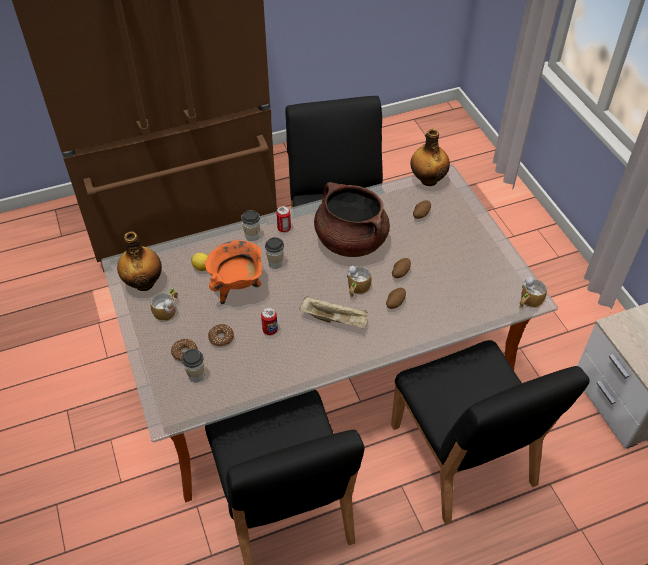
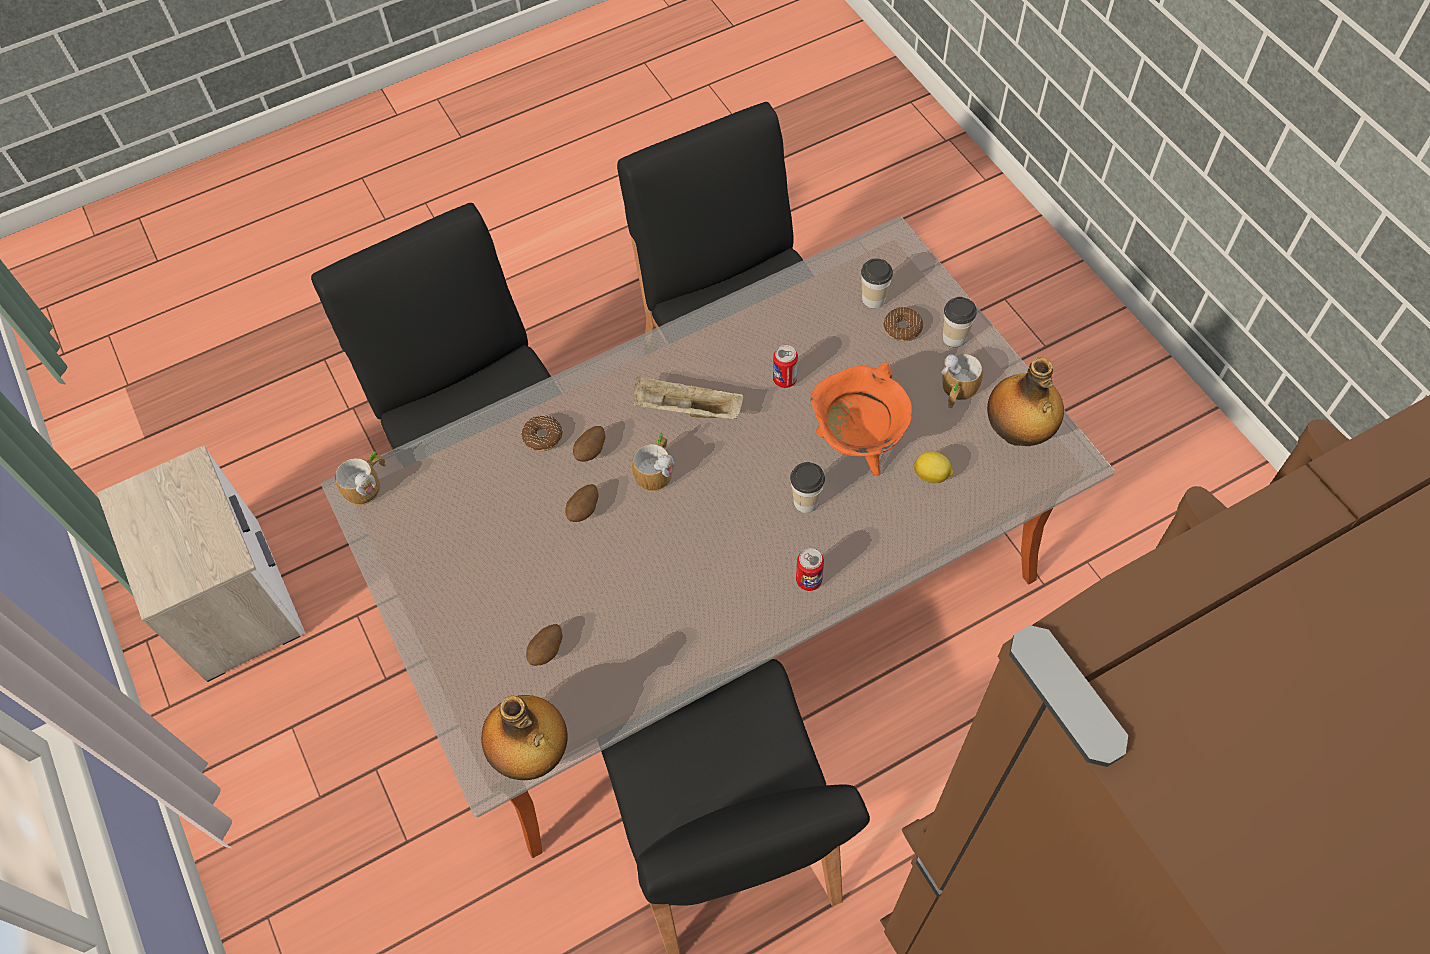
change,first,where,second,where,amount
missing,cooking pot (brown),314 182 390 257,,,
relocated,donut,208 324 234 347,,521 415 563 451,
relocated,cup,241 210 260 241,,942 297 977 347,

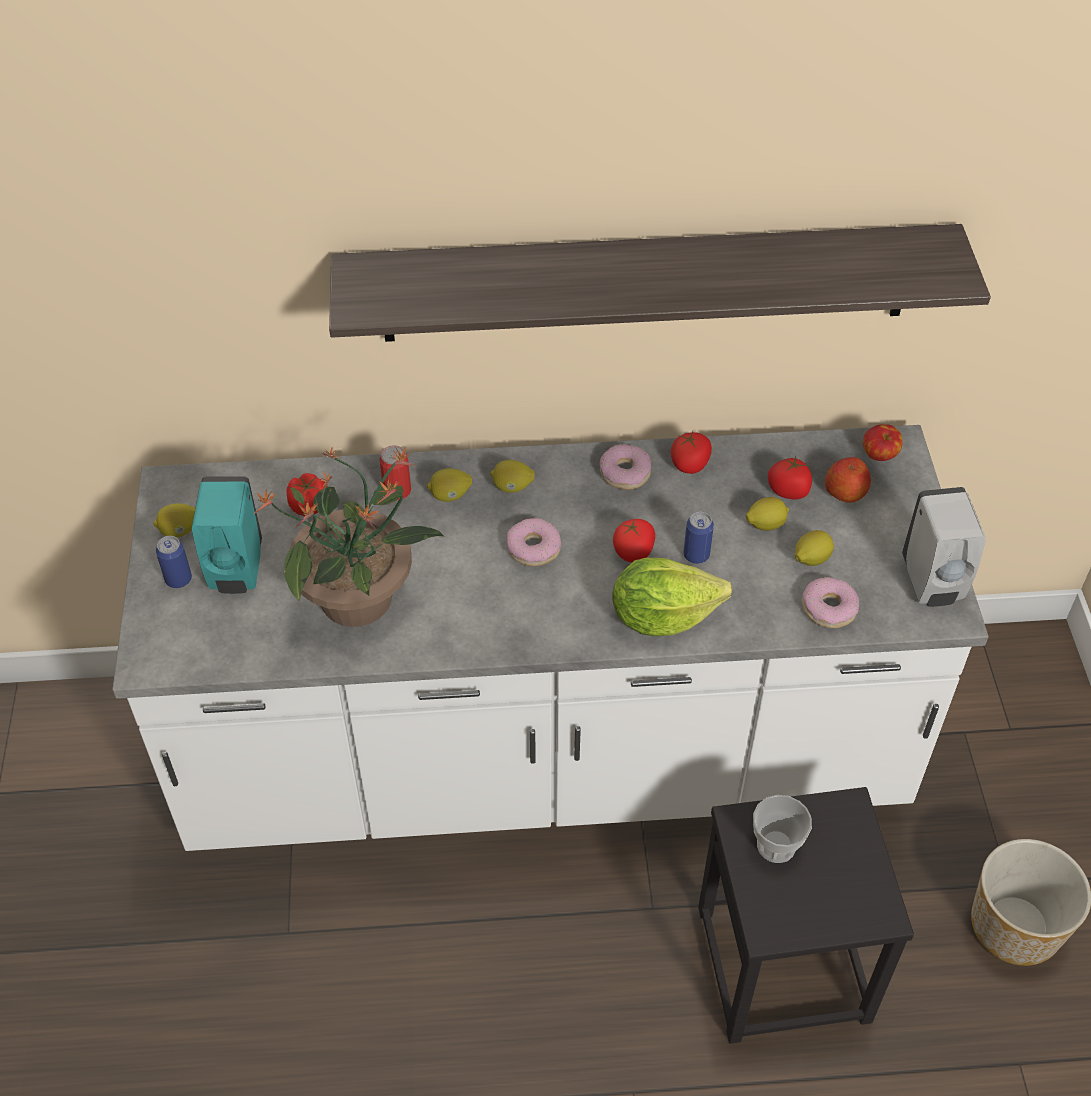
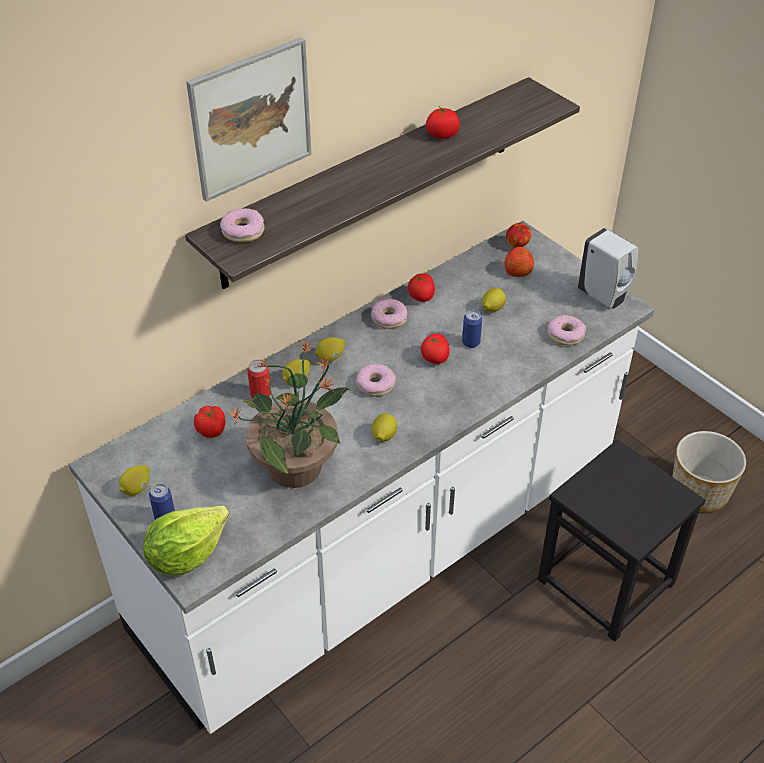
change,first,where,second,where,amount
missing,soap dispenser (turquoise),192 476 262 594,,,
missing,cup,753 795 812 863,,,
appeared,,,picture,186 37 312 202,
appeared,,,donut,220 208 265 243,
relocated,lettuce,612 558 733 636,,143 506 229 575,
relocated,tomato,768 456 812 499,,426 107 460 139,
relocated,lemon,795 530 834 566,,371 413 397 441,

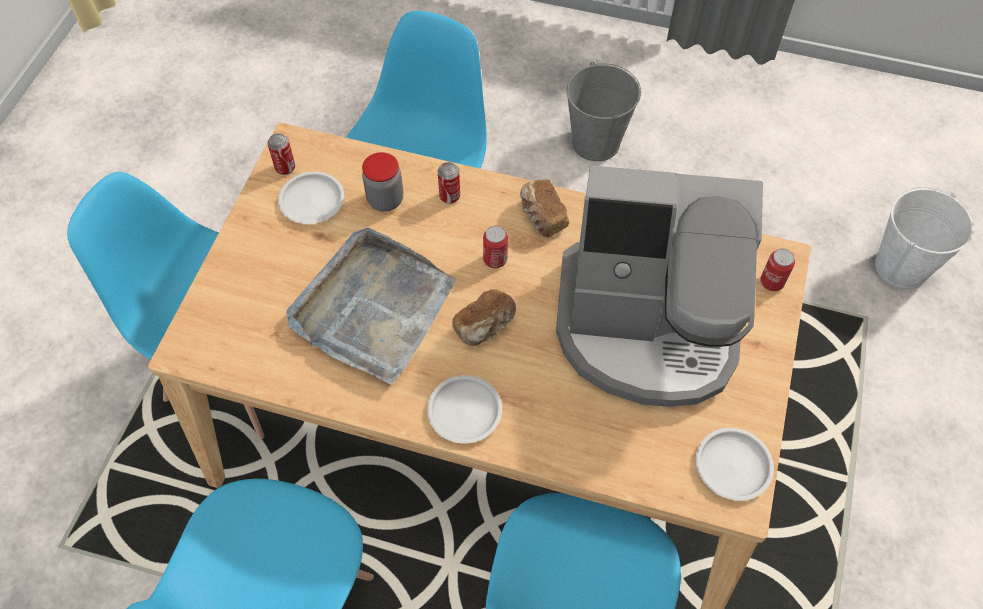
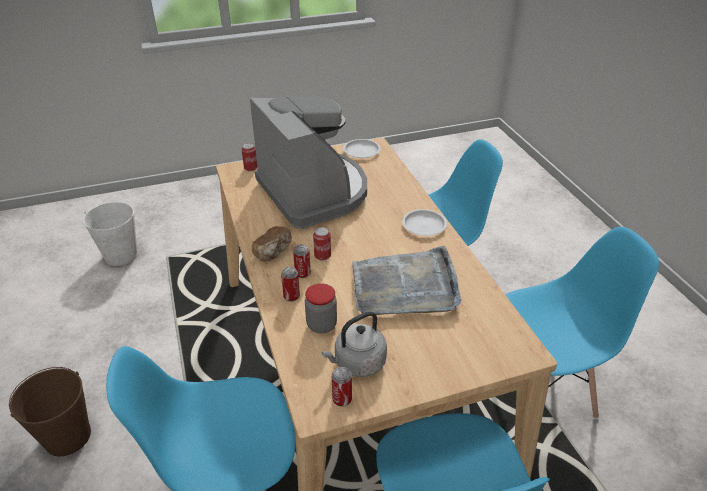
change,first,where,second,where,amount
missing,bread,452 289 516 346,,,
appeared,,,can,293 244 311 278,
exchanged,plate (white),278 171 344 224,kettle (grey),321 311 387 377,
colour,bucket (grey),567 62 641 161,bucket (brown),9 367 91 456,

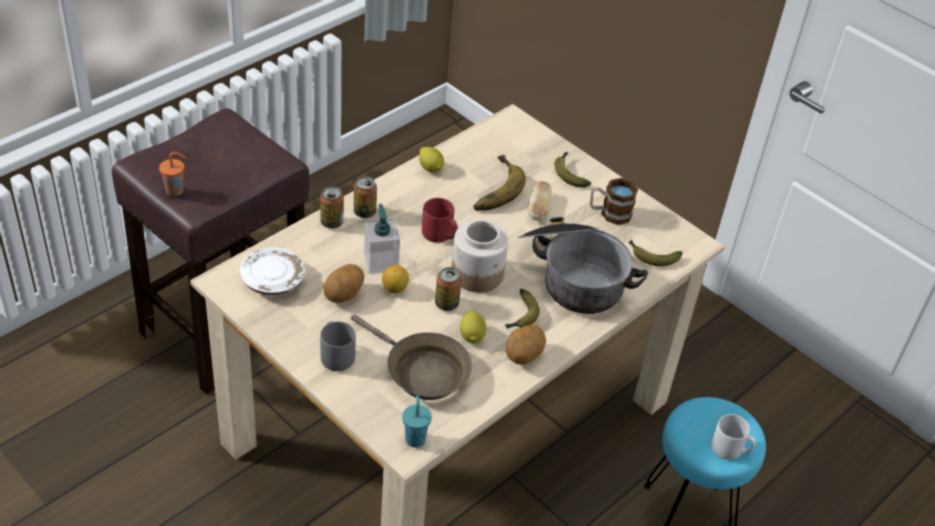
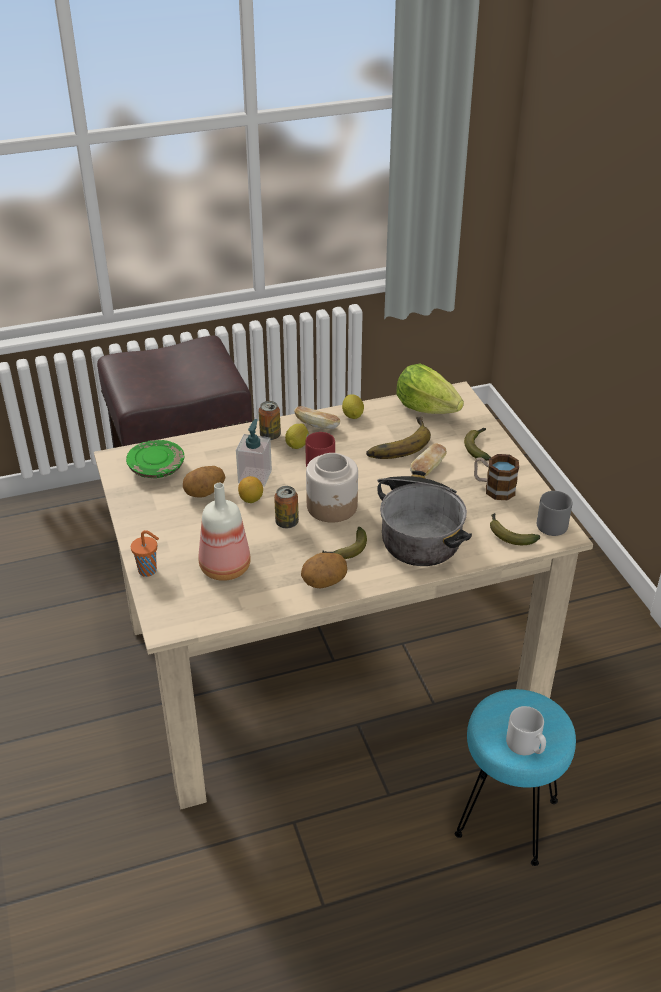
change,first,where,second,where,amount
missing,can,320 186 344 228,,,
missing,cup (turquoise),402 395 432 448,,,
appeared,,,bread,294 406 340 429,
appeared,,,lettuce,397 364 464 414,
relocated,cup (orange),159 152 186 197,,131 530 159 577,
relocated,mug (grey),320 321 356 371,,537 491 572 536,
relocated,lemon,460 310 487 343,,285 424 309 449,
exchanged,frying pan (brown),351 314 472 400,bottle,199 483 251 581,
colour,plate (white),240 247 305 295,plate (green),126 440 185 478,

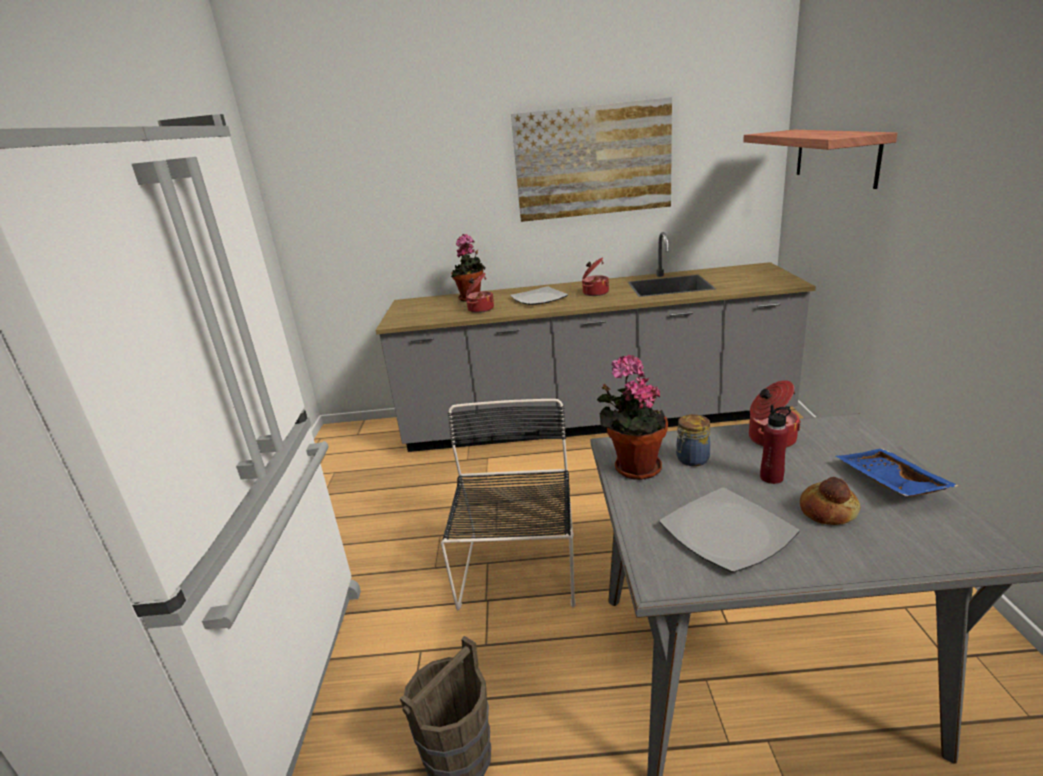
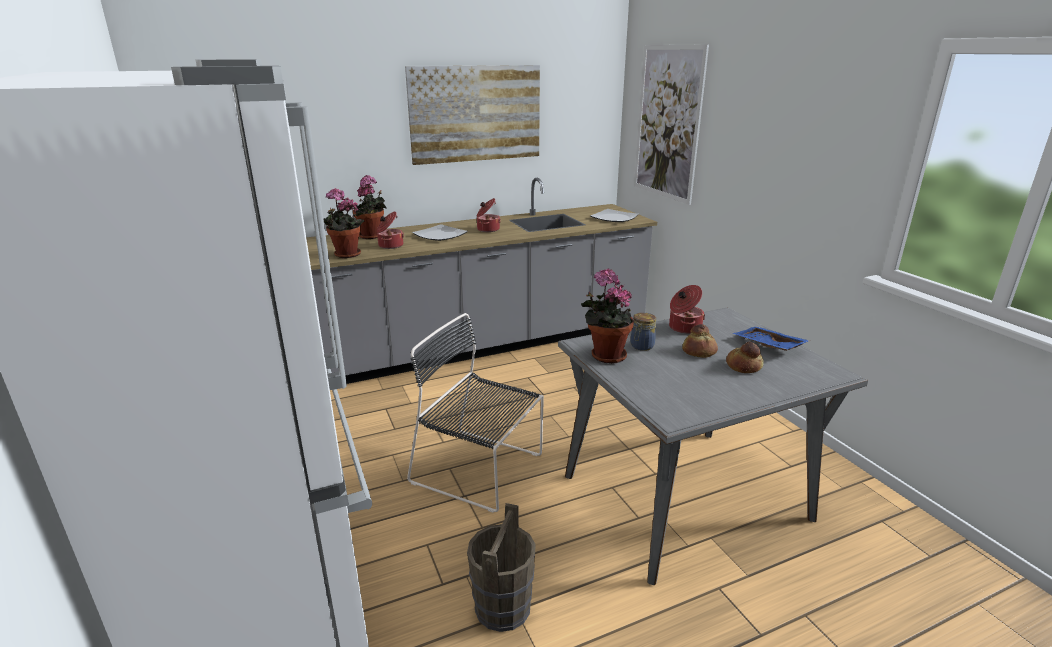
change,first,where,second,where,amount
appeared,,,potted plant,323 188 365 258,
relocated,plate,660 488 799 572,,590 209 639 222,
exchanged,shelf,743 130 897 189,picture,634 44 709 205,
exchanged,bottle (red),760 405 791 484,bread,682 324 718 358,
spun,chair (black),441 399 576 610,,407 313 544 513,45 degrees counterclockwise

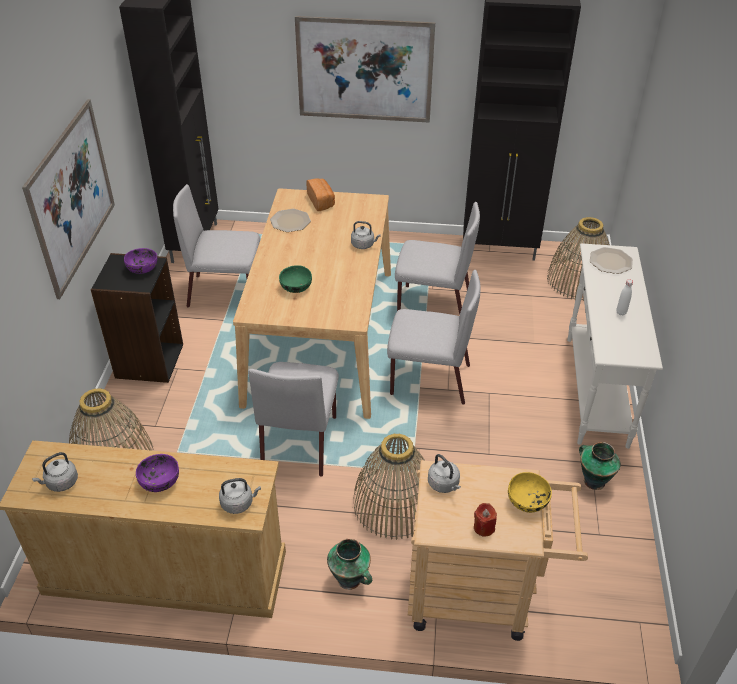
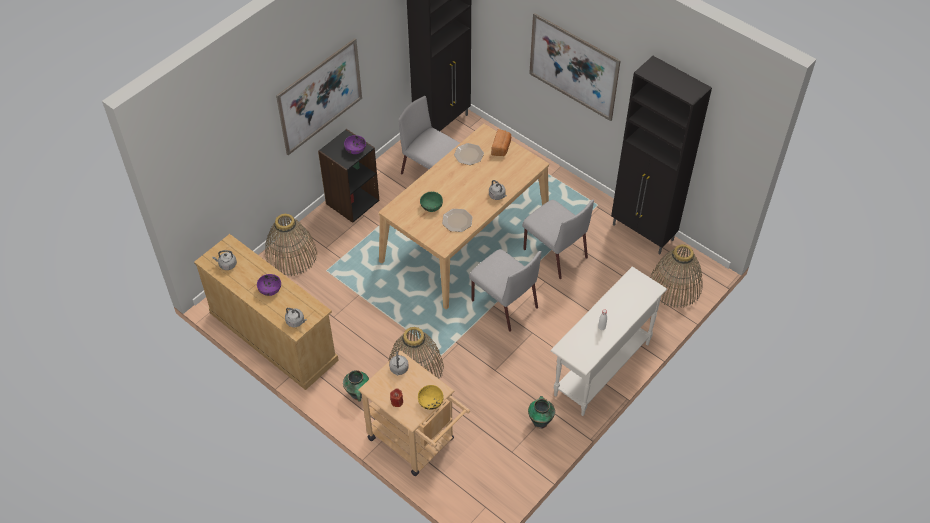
change,first,where,second,where,amount
missing,chair (grey),248 362 339 477,,,
relocated,plate,590 247 633 274,,442 209 473 232,

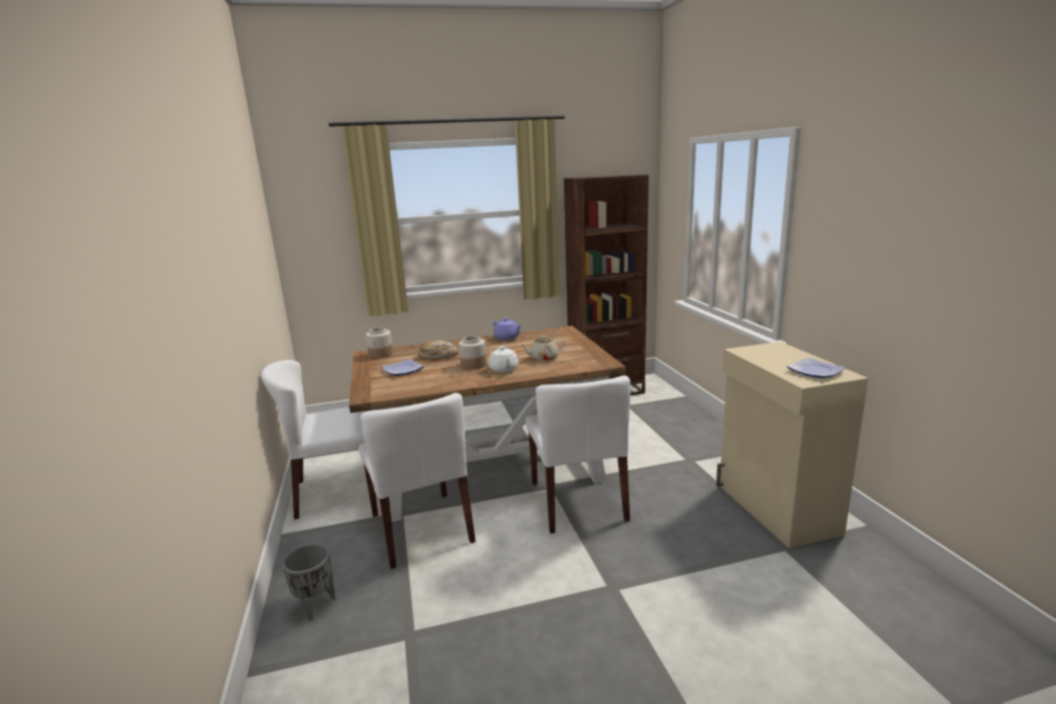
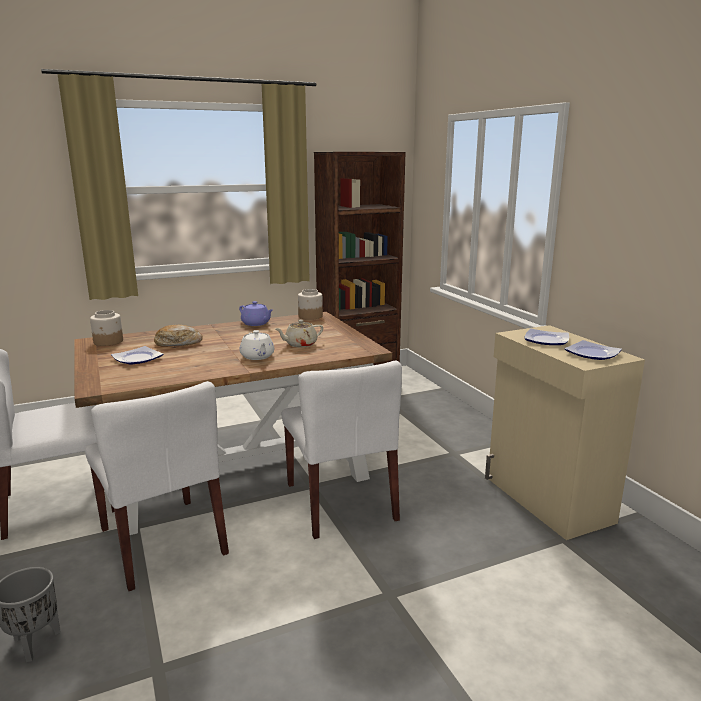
change,first,where,second,where,amount
appeared,,,plate,525 329 569 345,
relocated,jar,459 336 487 370,,298 289 323 320,

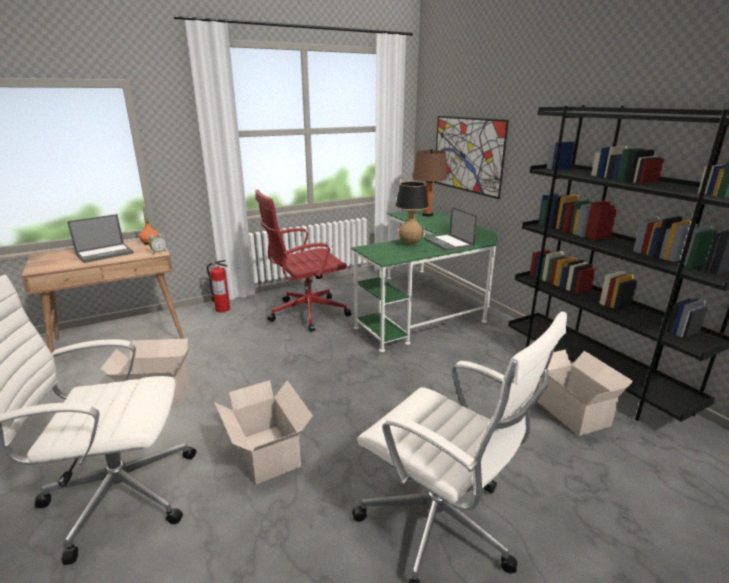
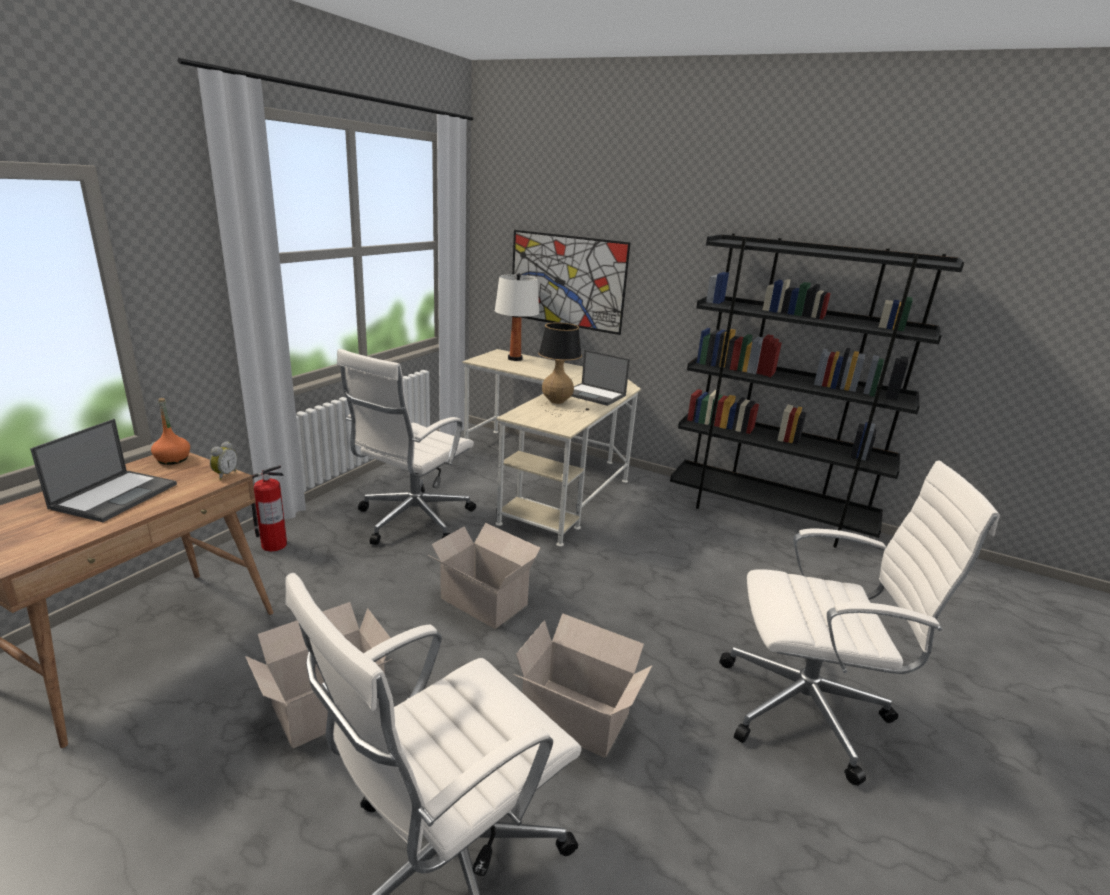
change,first,where,second,where,amount
relocated,cardboard box,537 349 633 436,,429 523 540 629,
colour,office chair (red),255 190 352 332,office chair (white),337 349 476 545,
colour,desk (green),351 209 498 352,desk (beige),462 349 641 547,
colour,table lamp (brown),412 148 447 216,table lamp (white),495 273 540 361,

